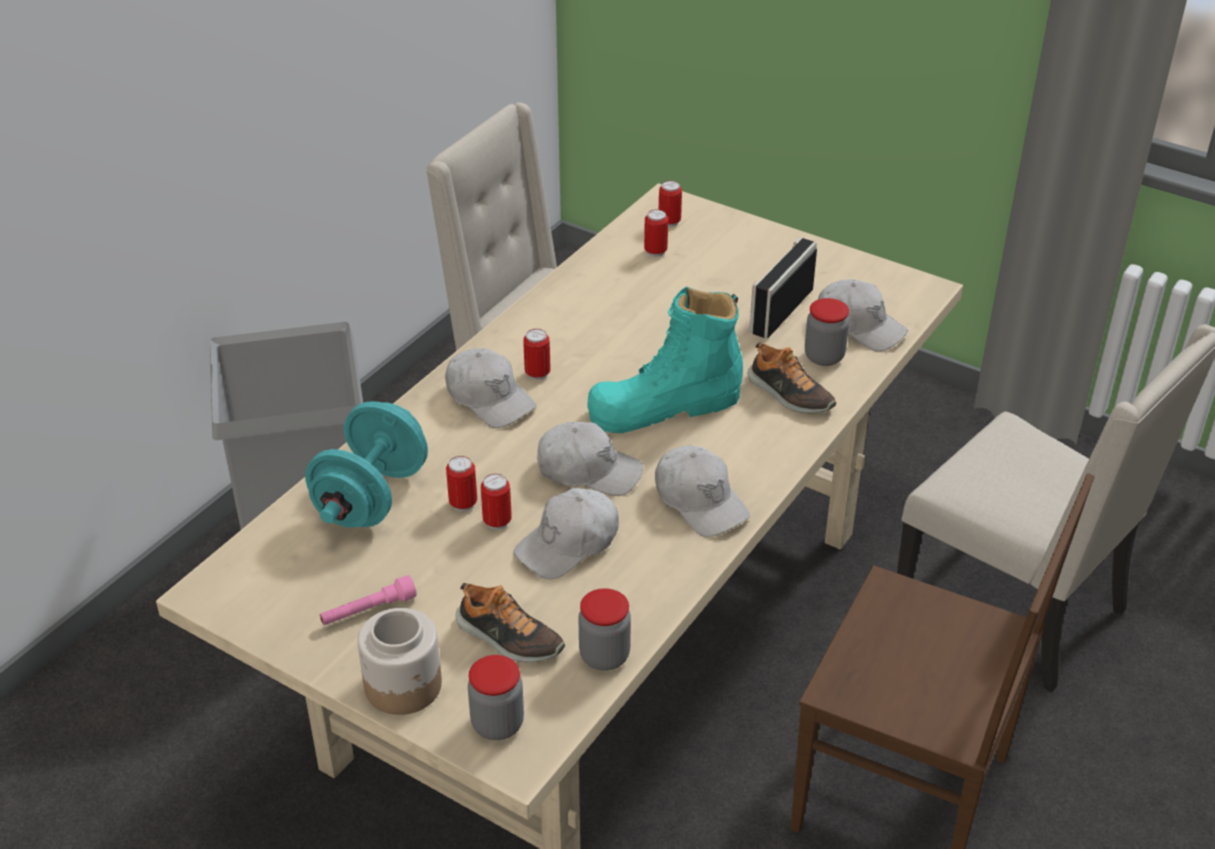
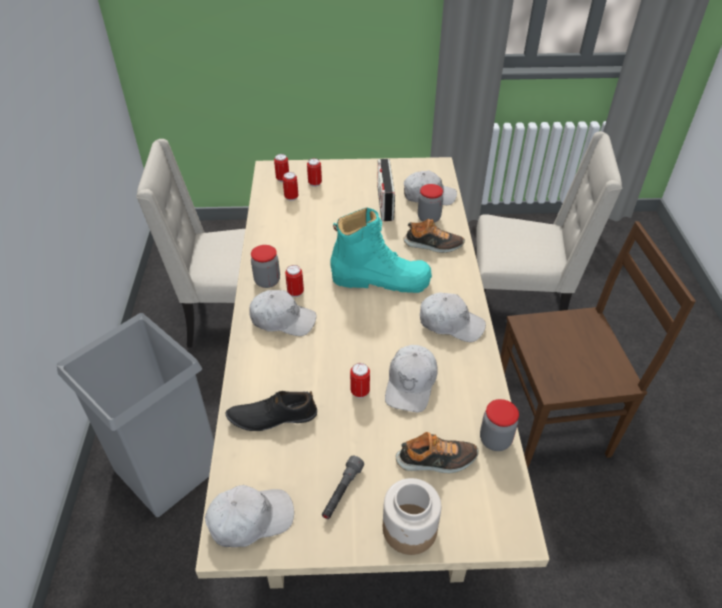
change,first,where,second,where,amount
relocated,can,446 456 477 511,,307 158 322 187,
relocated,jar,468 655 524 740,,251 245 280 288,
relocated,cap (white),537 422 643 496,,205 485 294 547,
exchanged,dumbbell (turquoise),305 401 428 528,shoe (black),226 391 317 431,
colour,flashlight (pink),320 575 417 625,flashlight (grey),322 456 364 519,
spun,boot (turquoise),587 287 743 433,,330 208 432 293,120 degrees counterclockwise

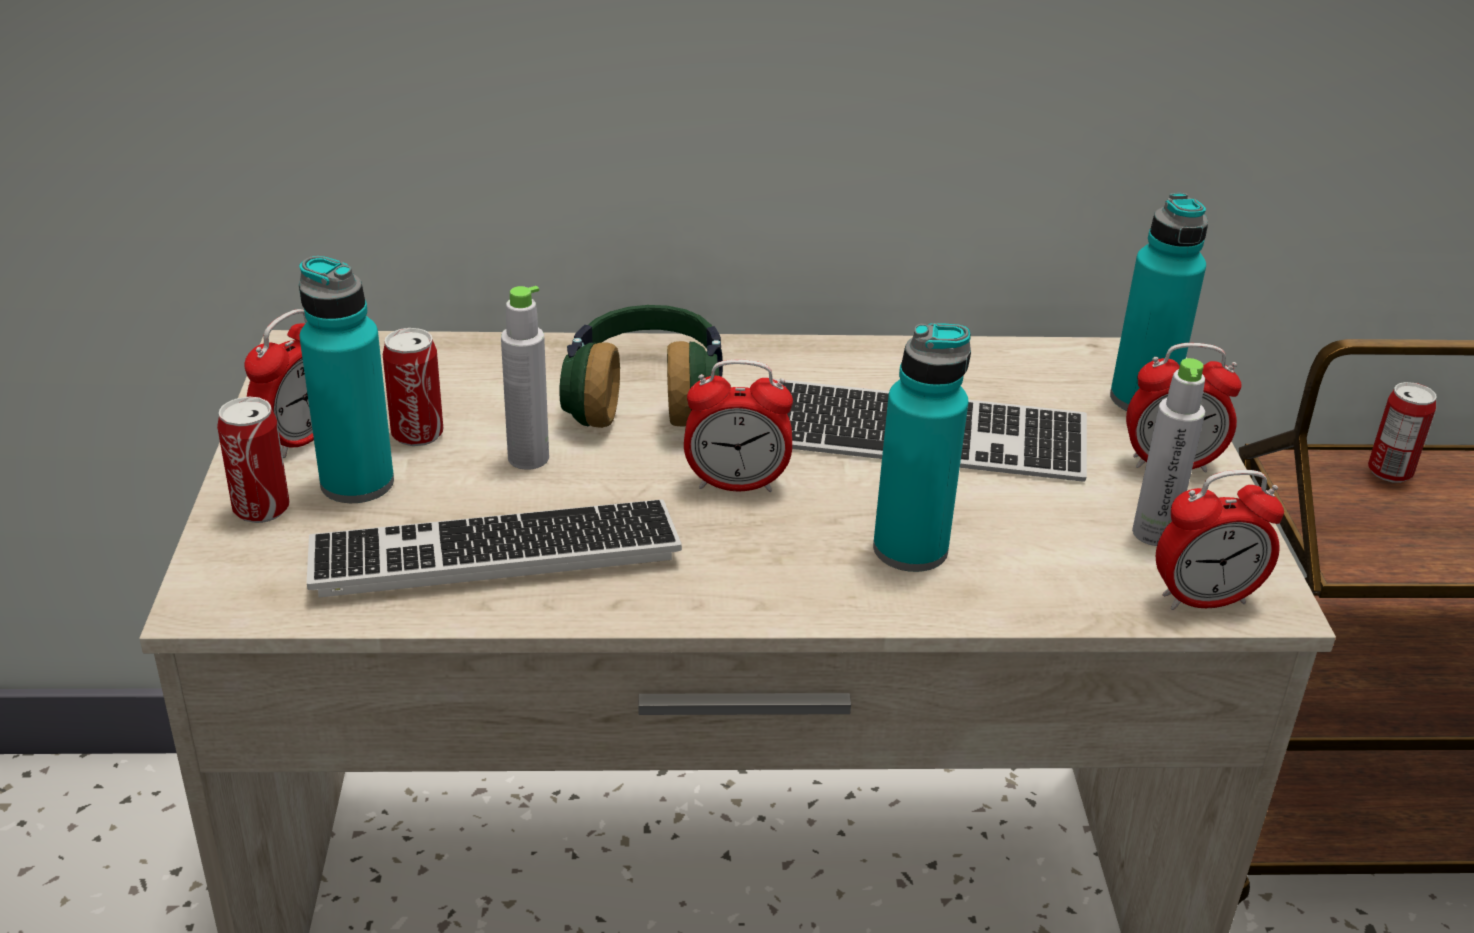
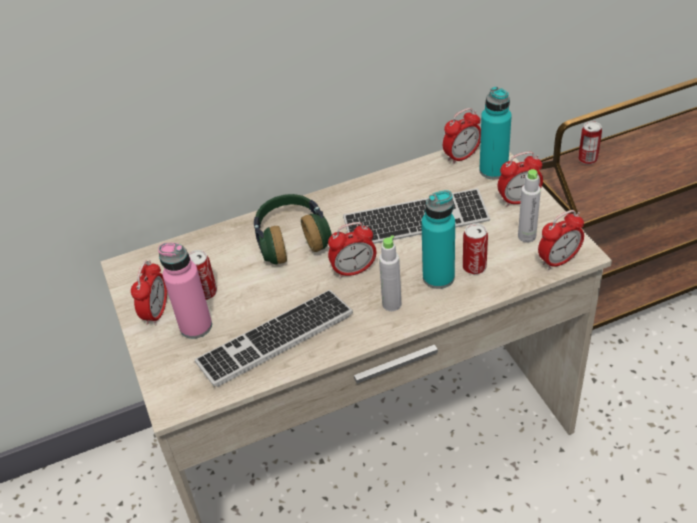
change,first,where,second,where,amount
appeared,,,alarm clock,443 108 481 164,
relocated,can,217 397 289 523,,463 223 488 275,
relocated,bottle (grey),501 286 549 470,,379 235 401 311,
colour,bottle (turquoise),299 256 394 503,bottle (pink),158 243 212 339,

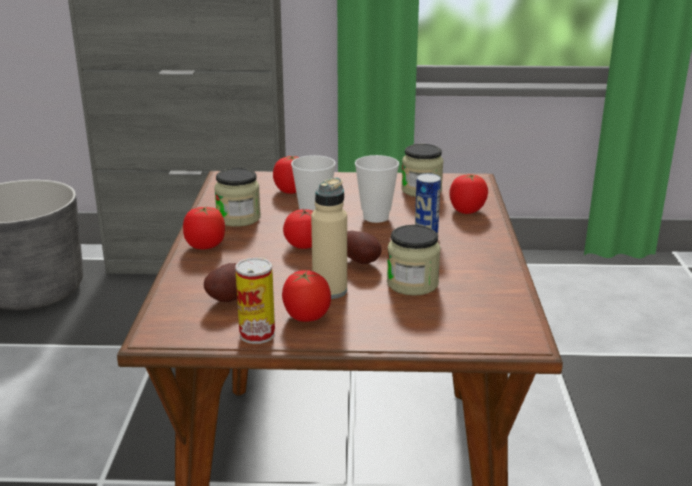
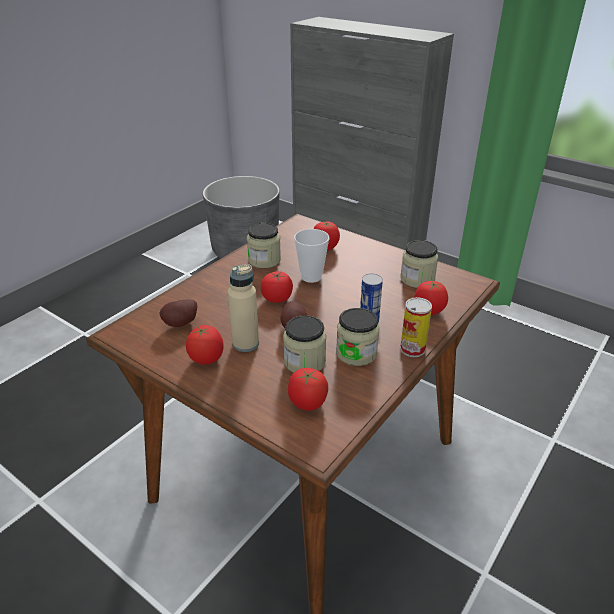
change,first,where,second,where,amount
missing,cup,355 155 399 223,,,
appeared,,,jar,336 308 380 366,
relocated,tomato,183 206 225 249,,288 368 328 411,
relocated,can,235 258 275 344,,400 297 432 357,

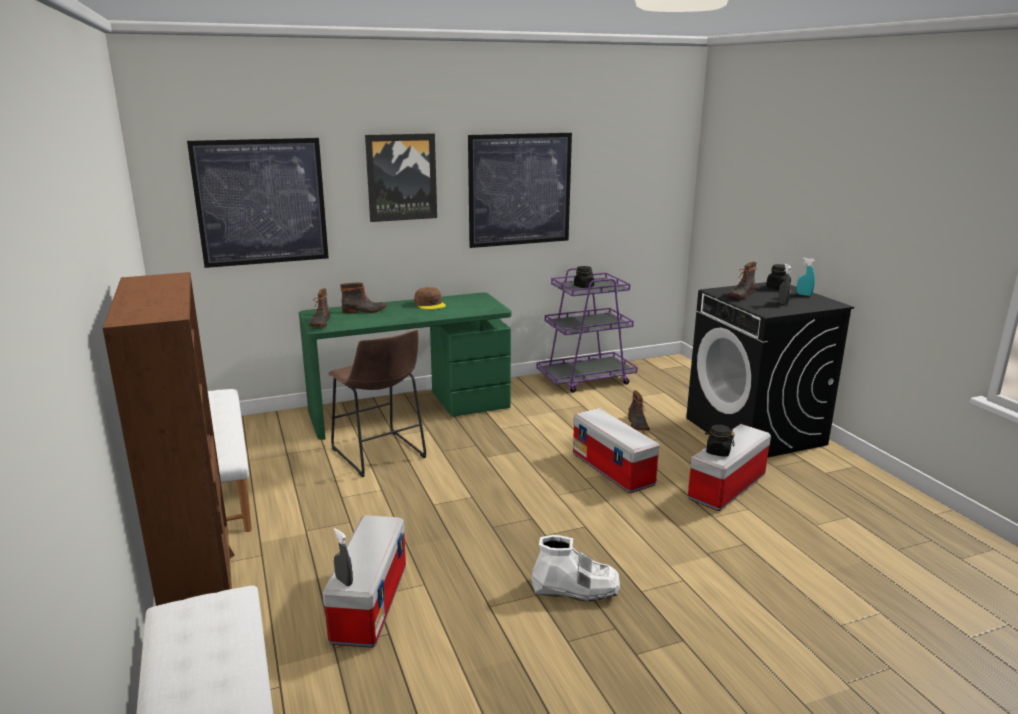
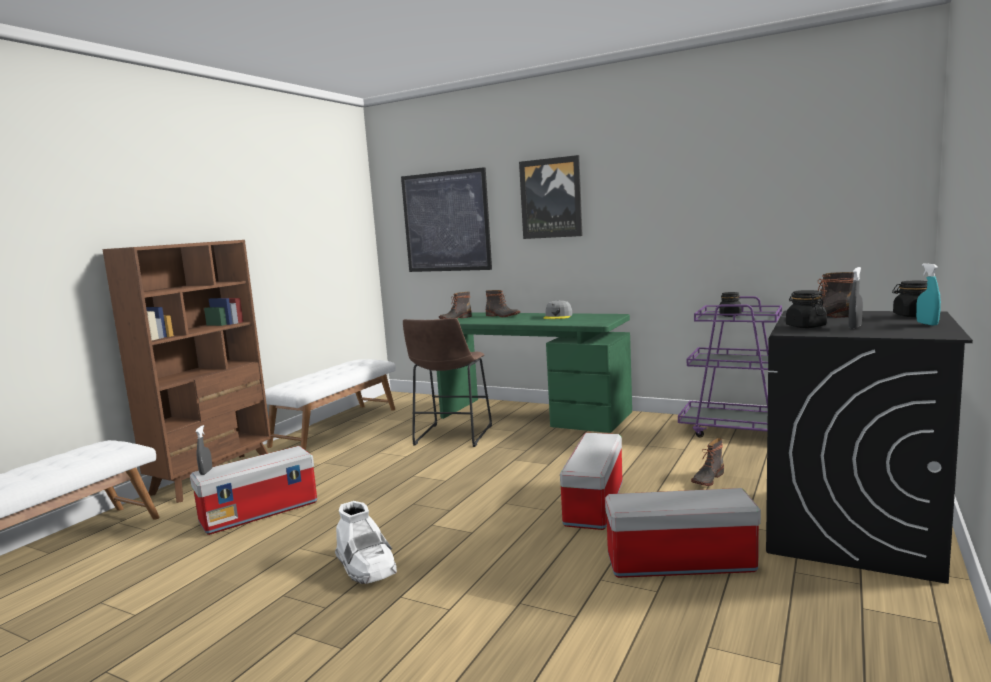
change,first,where,second,where,amount
missing,picture,468 133 572 248,,,
relocated,jar (black),705 425 735 457,,786 290 827 328,
colour,cap (brown),414 287 446 310,cap (grey),543 300 572 319,

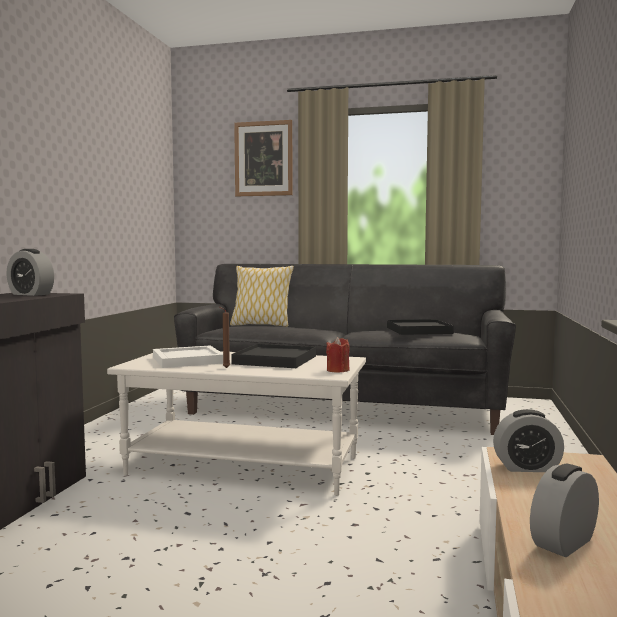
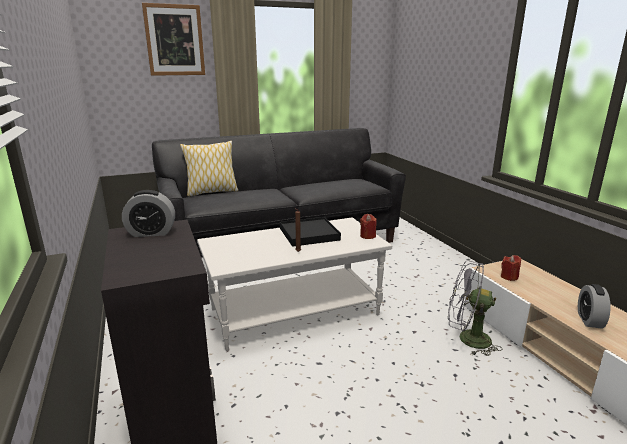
change,first,where,second,where,amount
missing,tray (white),153 346 223 368,,,
missing,tray (black),387 319 454 335,,,
appeared,,,fan (grey),448 260 502 356,
exchanged,alarm clock,493 409 564 472,candle (red),501 255 521 281,

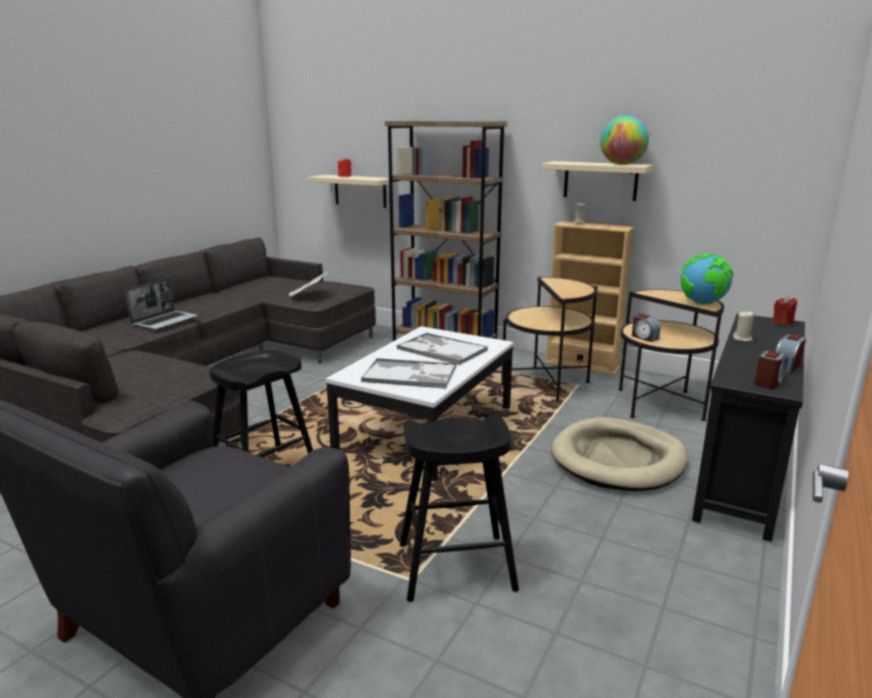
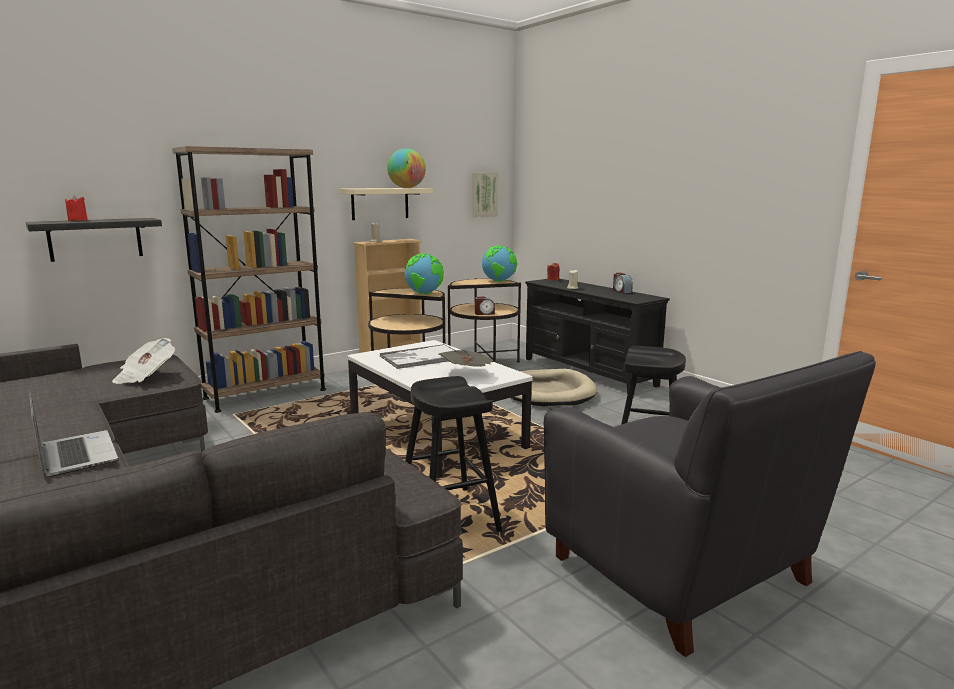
change,first,where,second,where,amount
missing,alarm clock,754 351 788 389,,,
appeared,,,globe,405 253 444 294,
appeared,,,picture,472 172 498 217,
exchanged,tray,361 358 456 389,newspaper,439 350 493 367,
colour,shelf (beige),308 175 395 208,shelf (black),26 218 162 262,

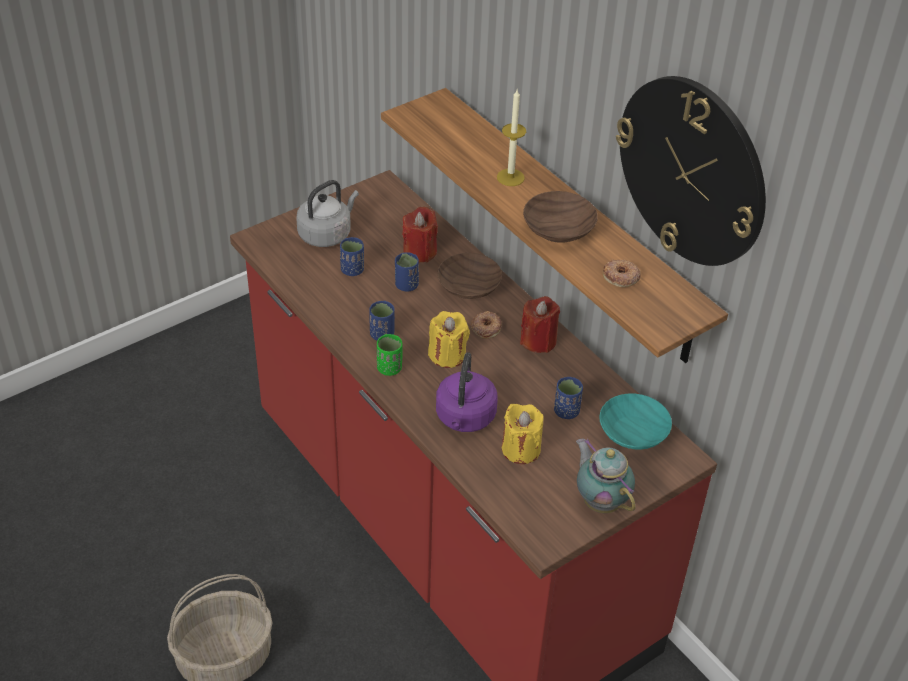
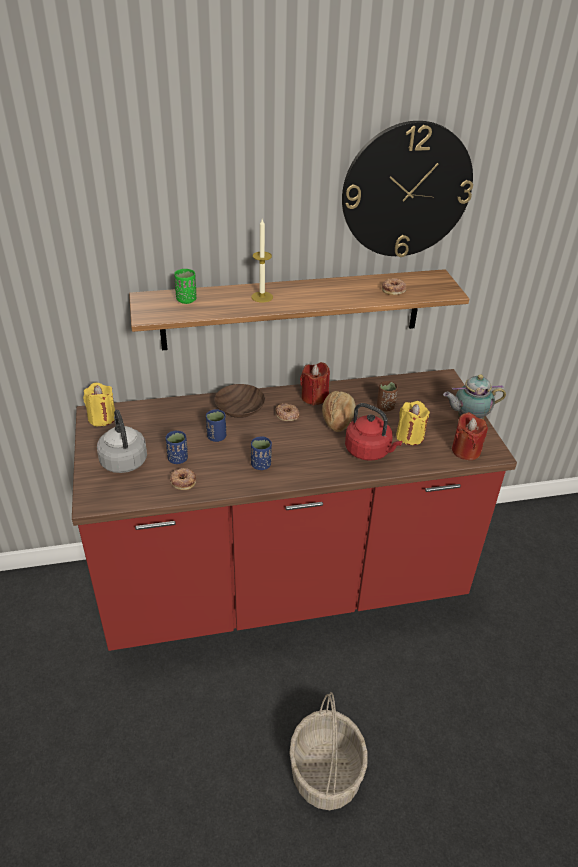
change,first,where,second,where,amount
missing,bowl (brown),523 191 598 243,,,
missing,bowl (turquoise),599 393 672 450,,,
appeared,,,donut,170 468 196 490,
appeared,,,bread,322 391 356 432,
relocated,cup (green),377 334 402 376,,174 269 196 304,
relocated,candle (red),402 207 438 262,,452 412 488 460,
relocated,candle (yellow),428 311 470 368,,83 383 115 426,
colour,kettle (purple),436 352 498 432,kettle (red),345 403 402 461,
colour,cup (blue),554 377 583 419,cup (brown),377 381 398 411,

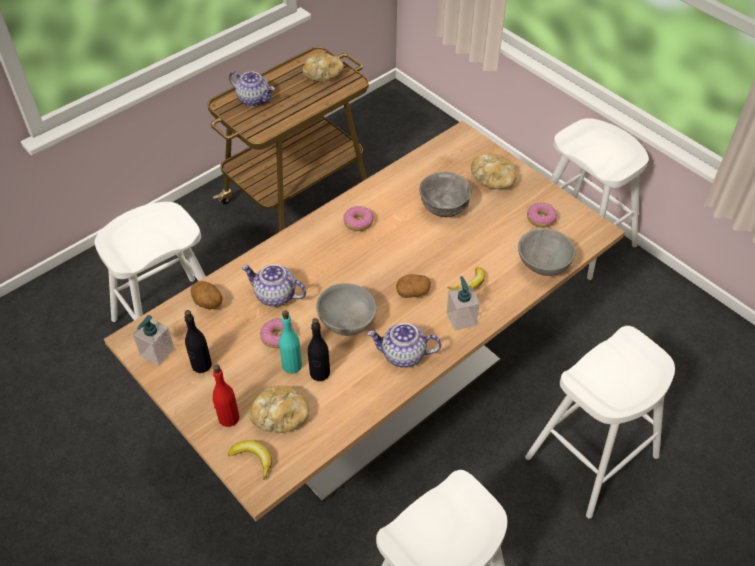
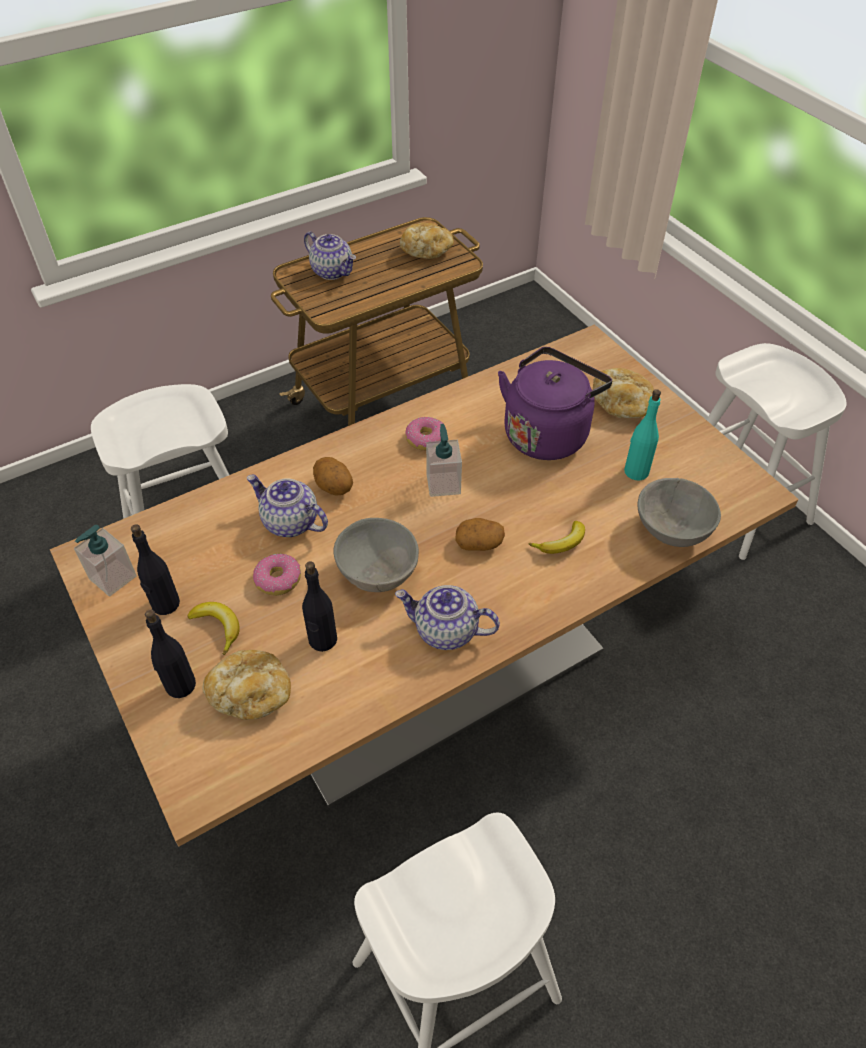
change,first,where,second,where,amount
missing,stool (white),525 326 675 518,,,
missing,donut,527 202 557 228,,,
relocated,potato,190 281 223 309,,313 457 353 496,
relocated,banana,228 440 272 480,,187 602 240 655,
relocated,bottle (turquoise),279 311 302 374,,624 389 661 480,
relocated,soap dispenser,447 276 480 331,,426 424 462 497,
exchanged,bowl (grey),419 172 472 217,kettle (purple),498 347 612 460,
colour,bottle (red),213 365 239 427,bottle (black),145 609 196 698,

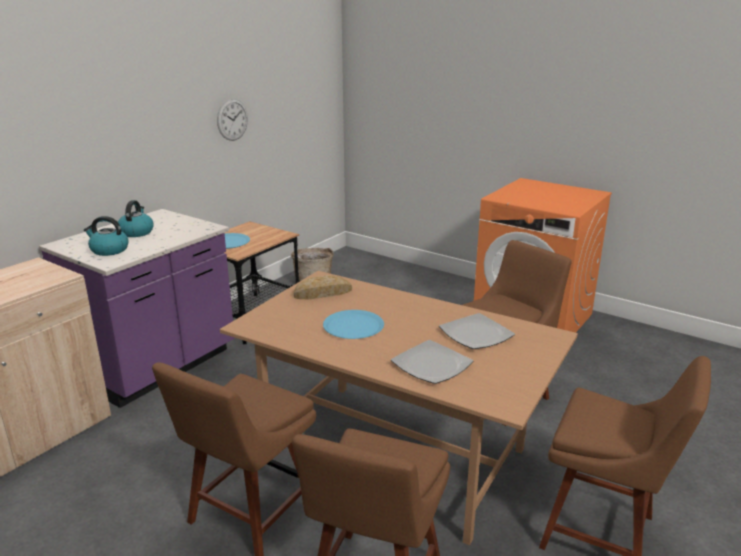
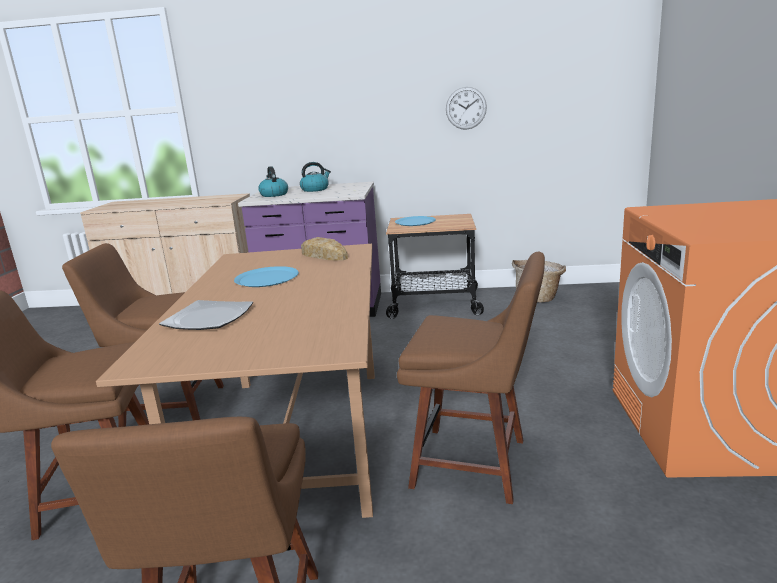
change,first,where,second,where,amount
missing,plate,439 313 515 349,,,

